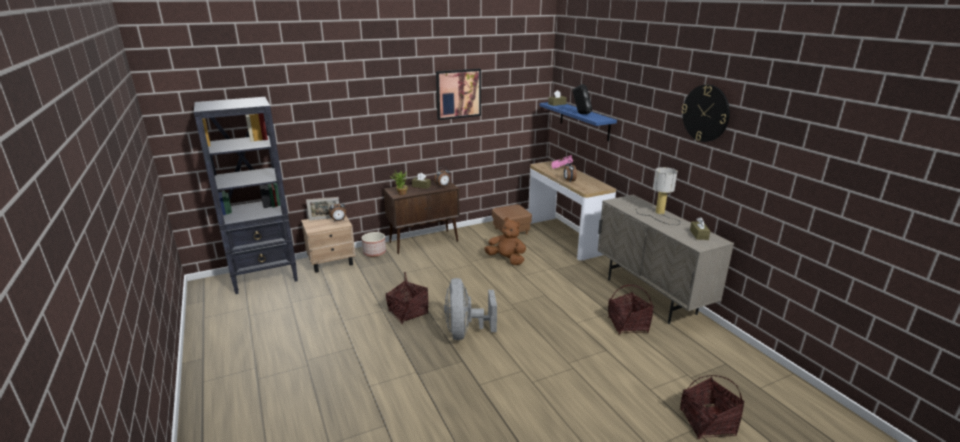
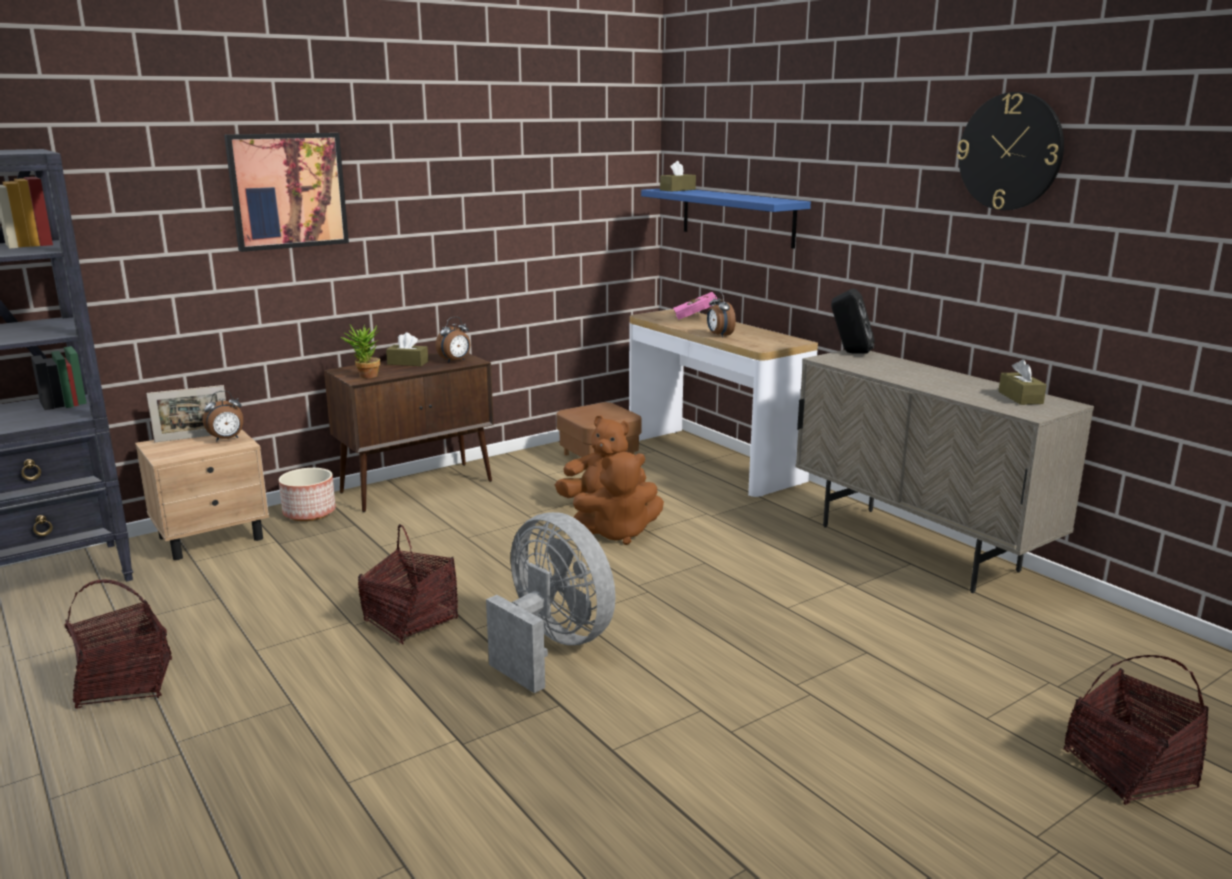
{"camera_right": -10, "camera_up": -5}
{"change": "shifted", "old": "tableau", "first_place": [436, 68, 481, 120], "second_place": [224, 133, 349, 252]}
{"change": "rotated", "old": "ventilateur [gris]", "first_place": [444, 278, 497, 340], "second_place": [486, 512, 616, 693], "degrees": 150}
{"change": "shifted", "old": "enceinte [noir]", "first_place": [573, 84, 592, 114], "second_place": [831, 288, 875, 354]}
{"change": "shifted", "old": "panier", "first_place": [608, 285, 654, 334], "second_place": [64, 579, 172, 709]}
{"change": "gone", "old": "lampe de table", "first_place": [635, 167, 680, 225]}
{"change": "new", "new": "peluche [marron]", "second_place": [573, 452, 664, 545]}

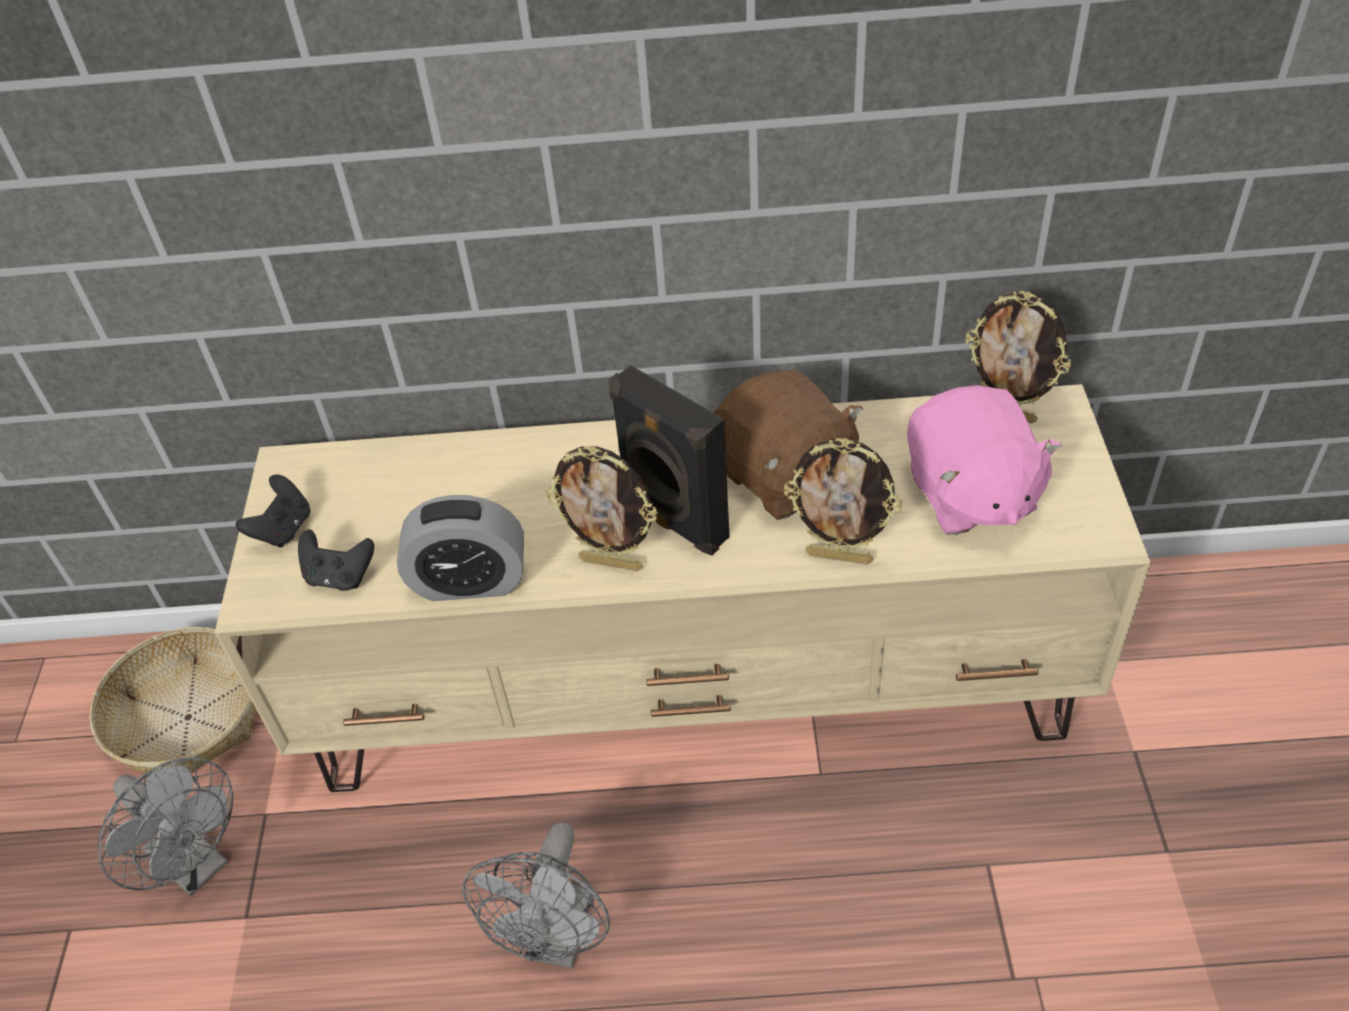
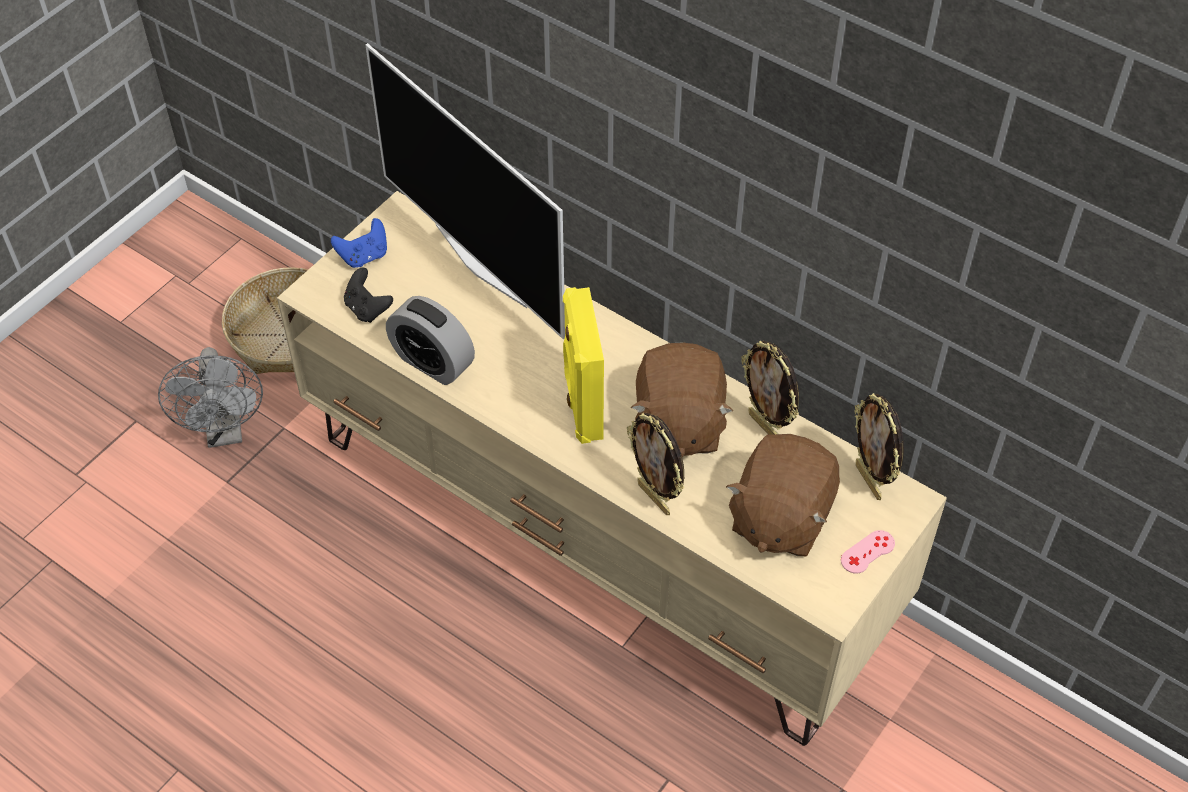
{"camera_right": 35, "camera_up": 5}
{"change": "repainted", "old": "manette [noir]", "new": "manette [bleu]", "first_place": [236, 474, 310, 548], "second_place": [331, 218, 387, 268]}
{"change": "gone", "old": "ventilateur [gris]", "first_place": [462, 822, 610, 968]}
{"change": "shifted", "old": "cadre photo", "first_place": [545, 446, 658, 571], "second_place": [741, 341, 799, 435]}
{"change": "repainted", "old": "enceinte [noir]", "new": "enceinte [jaune]", "first_place": [609, 365, 729, 556], "second_place": [563, 287, 604, 444]}
{"change": "repainted", "old": "peluche [rose]", "new": "peluche [marron]", "first_place": [907, 385, 1062, 535], "second_place": [726, 434, 840, 557]}
{"change": "new", "new": "téléviseur", "second_place": [365, 43, 565, 339]}
{"change": "new", "new": "manette [rose]", "second_place": [841, 530, 895, 574]}

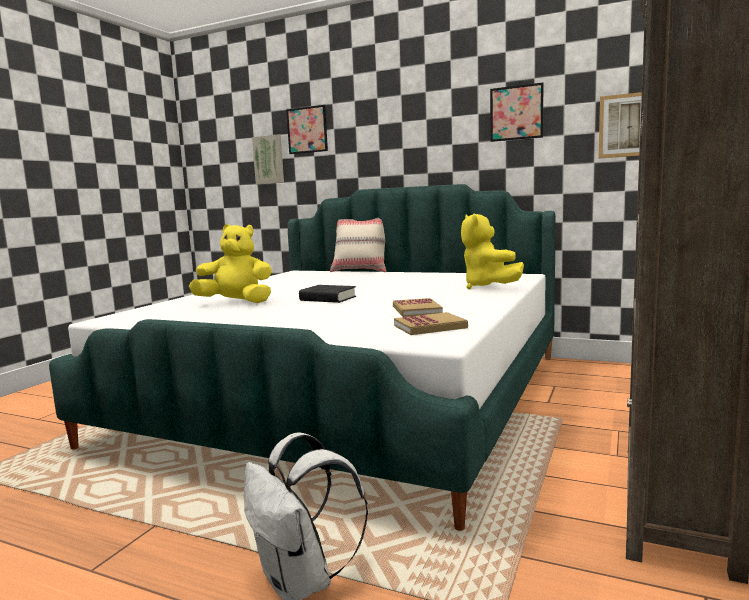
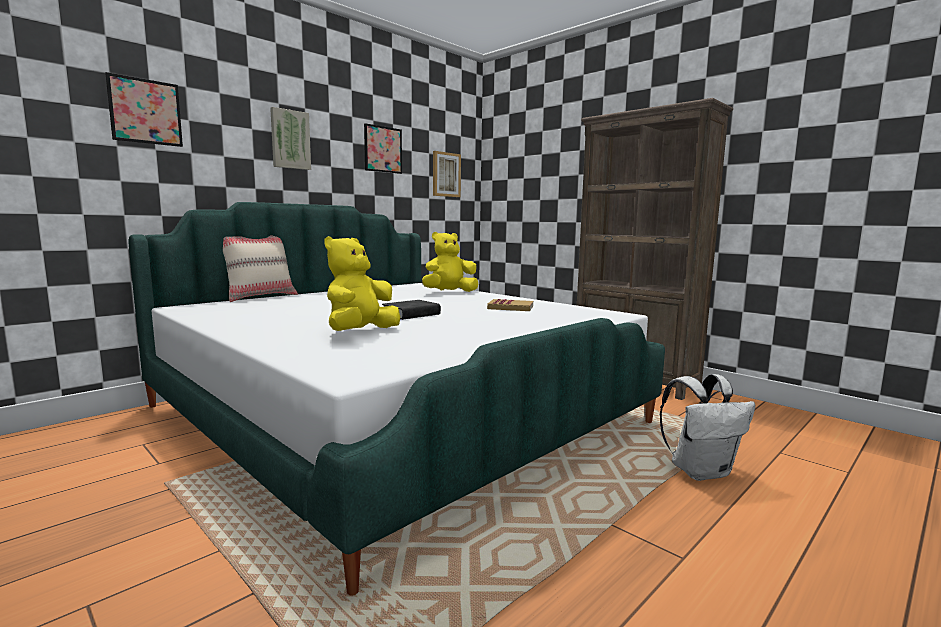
{"camera_right": -70, "camera_up": 0}
{"change": "shifted", "old": "tableau", "first_place": [252, 134, 284, 184], "second_place": [270, 107, 311, 170]}
{"change": "gone", "old": "livre", "first_place": [394, 312, 468, 335]}
{"change": "rotated", "old": "peluche [jaune]", "first_place": [461, 213, 524, 289], "second_place": [422, 232, 478, 292], "degrees": 150}

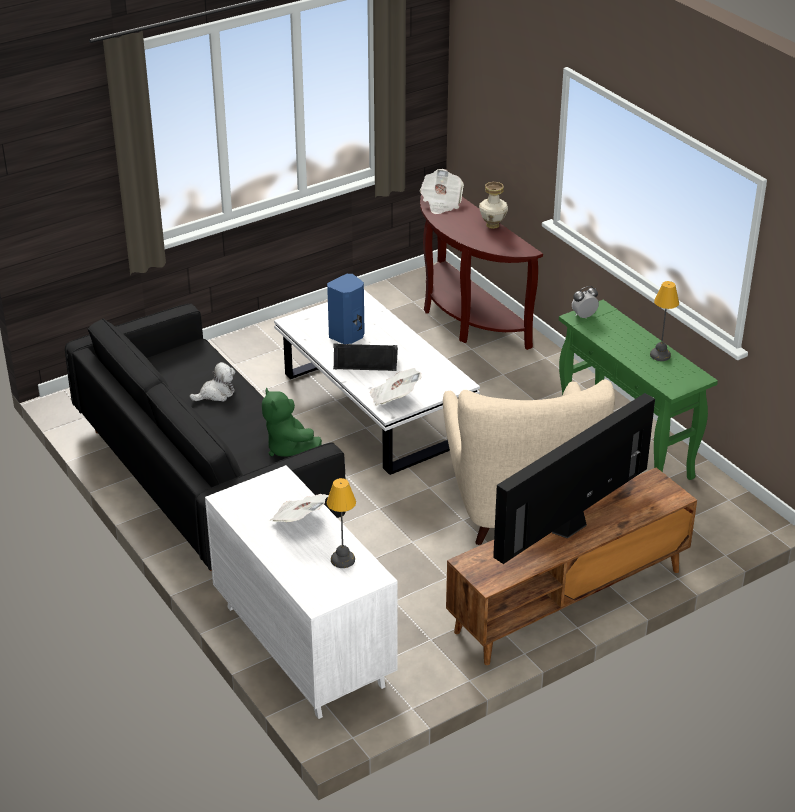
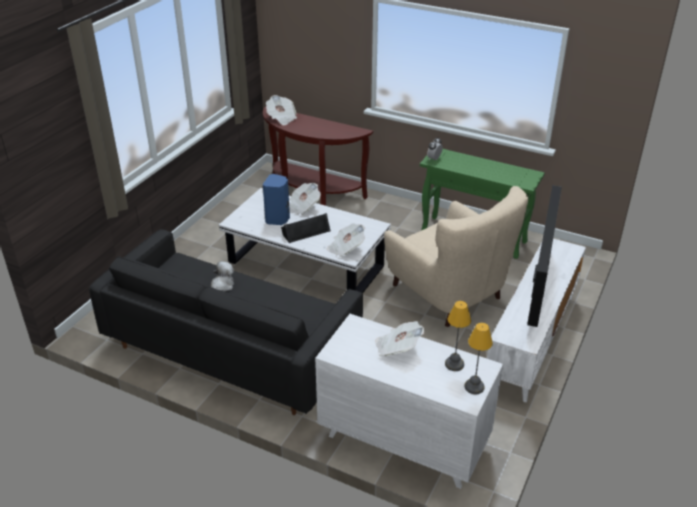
{"camera_right": -30, "camera_up": 0}
{"change": "gone", "old": "peluche [vert]", "first_place": [262, 388, 322, 457]}
{"change": "repainted", "old": "meuble télé [marron]", "new": "meuble télé [blanc]", "first_place": [446, 468, 697, 665], "second_place": [487, 238, 586, 402]}
{"change": "gone", "old": "vase", "first_place": [479, 182, 508, 229]}
{"change": "shifted", "old": "lampe de table", "first_place": [650, 281, 679, 361], "second_place": [464, 323, 493, 394]}
{"change": "new", "new": "journal", "second_place": [289, 183, 321, 215]}

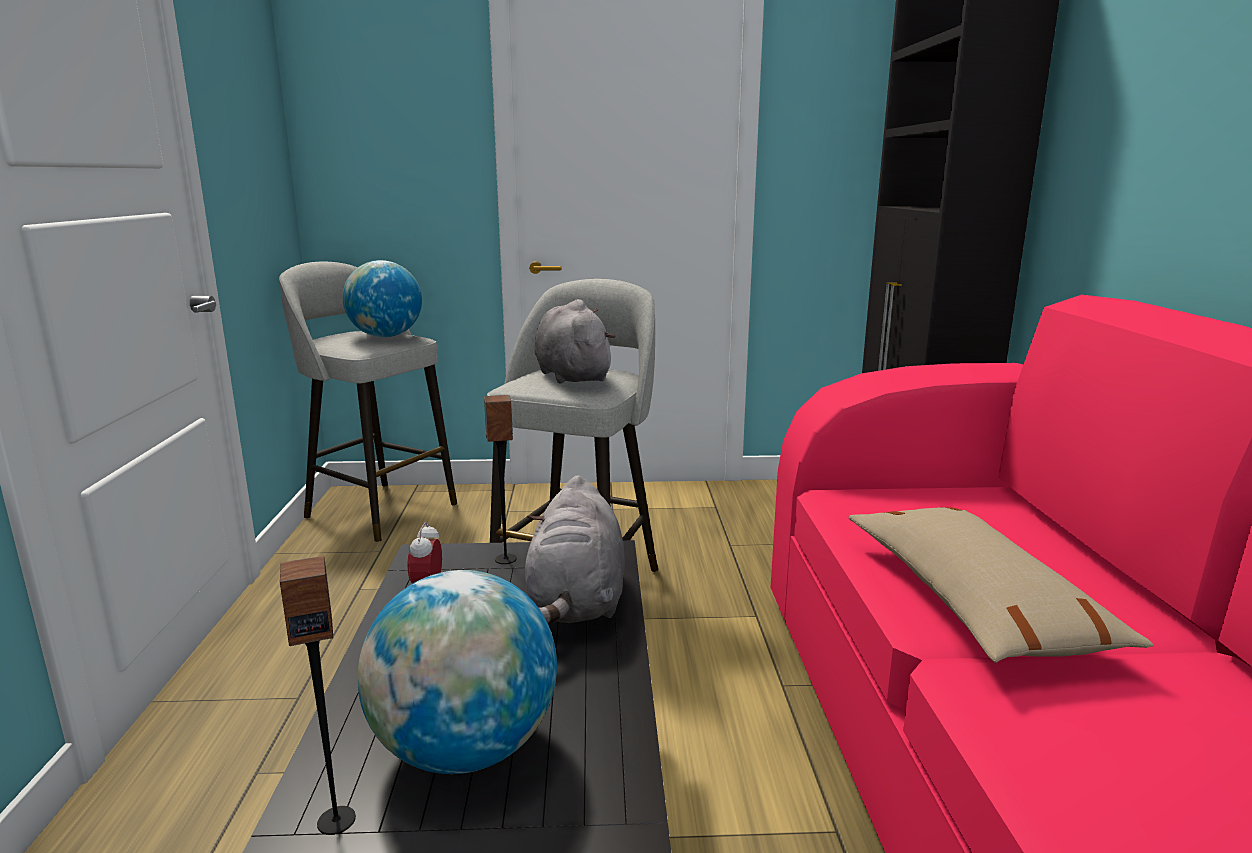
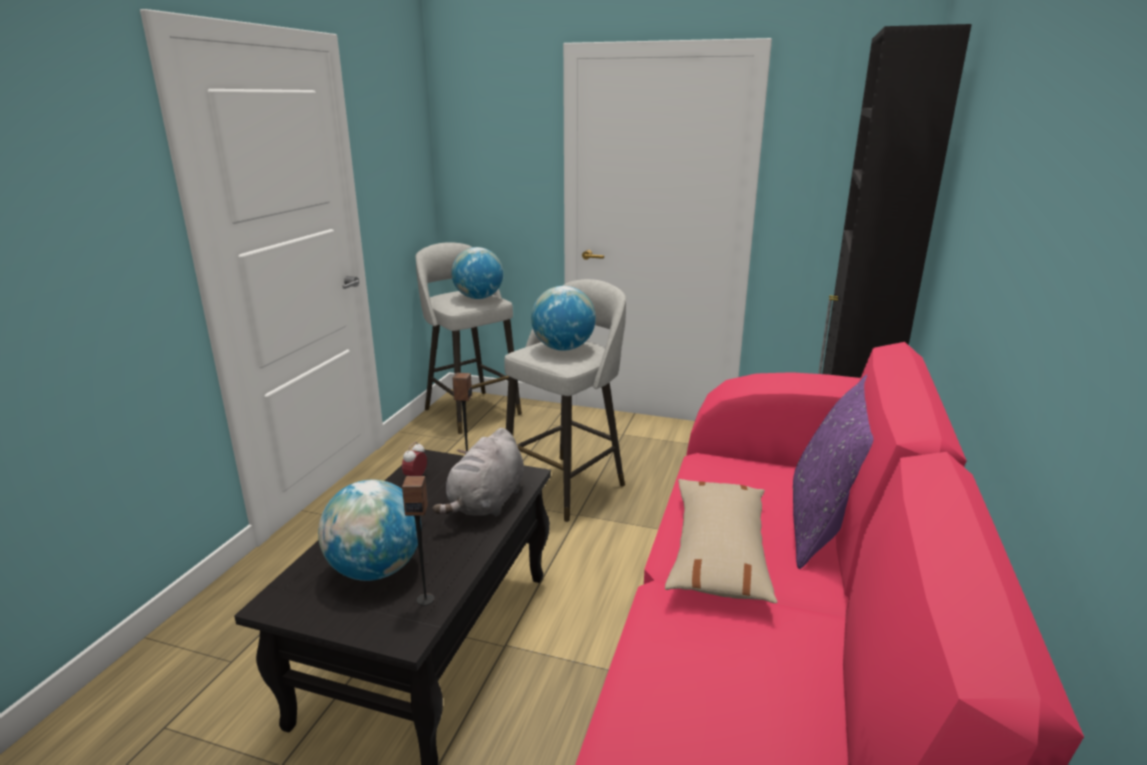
{"camera_right": 20, "camera_up": 5}
{"change": "shifted", "old": "enceinte", "first_place": [280, 556, 356, 835], "second_place": [402, 476, 435, 606]}
{"change": "swapped", "old": "peluche [gris]", "new": "globe", "first_place": [534, 299, 616, 384], "second_place": [531, 286, 596, 351]}
{"change": "new", "new": "coussin [violet]", "second_place": [793, 374, 873, 569]}

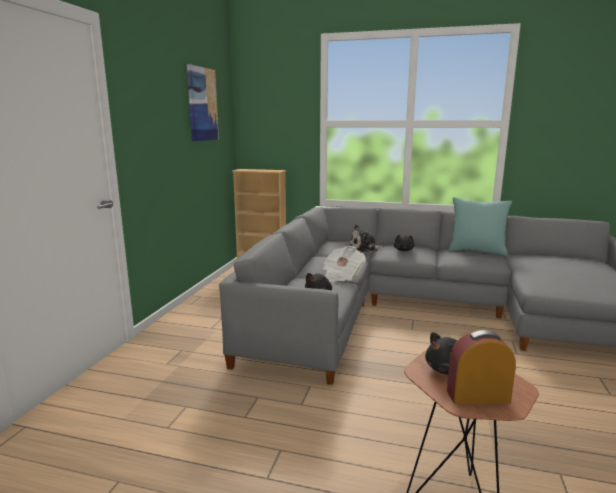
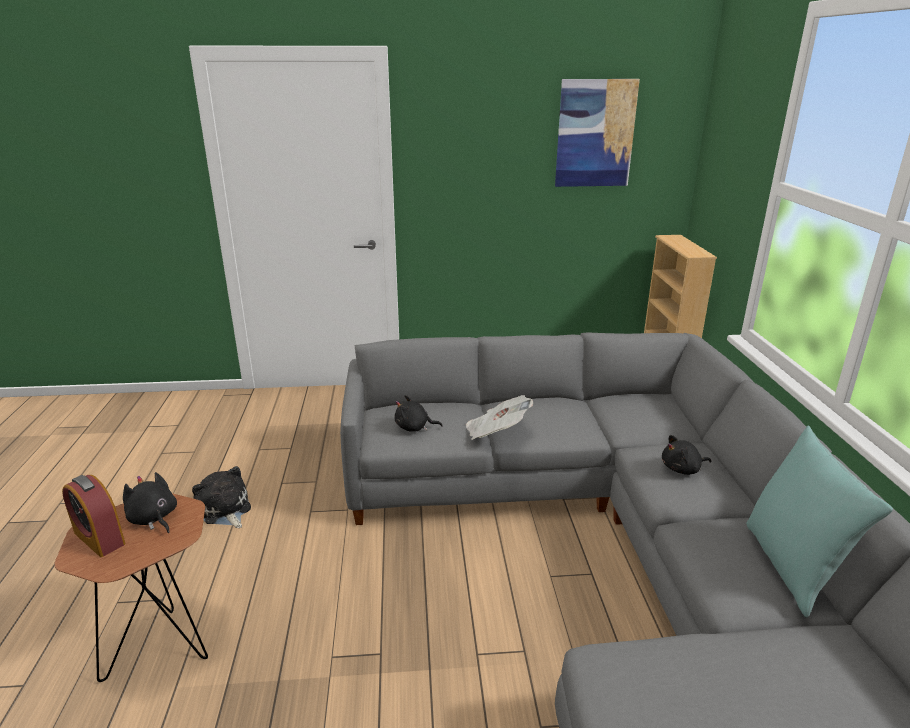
{"camera_right": 70, "camera_up": 10}
{"change": "shifted", "old": "peluche", "first_place": [349, 224, 384, 252], "second_place": [192, 466, 251, 528]}
{"change": "rotated", "old": "réveil", "first_place": [447, 330, 516, 404], "second_place": [62, 475, 125, 557], "degrees": 150}

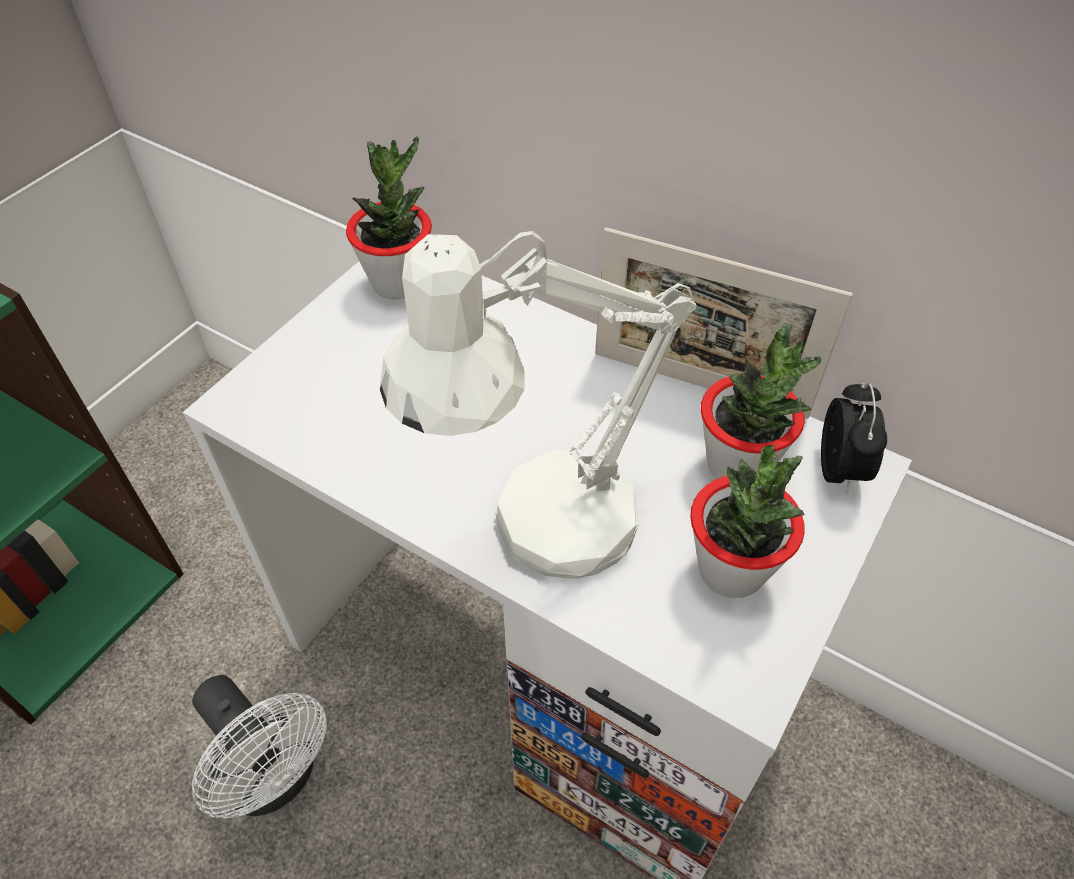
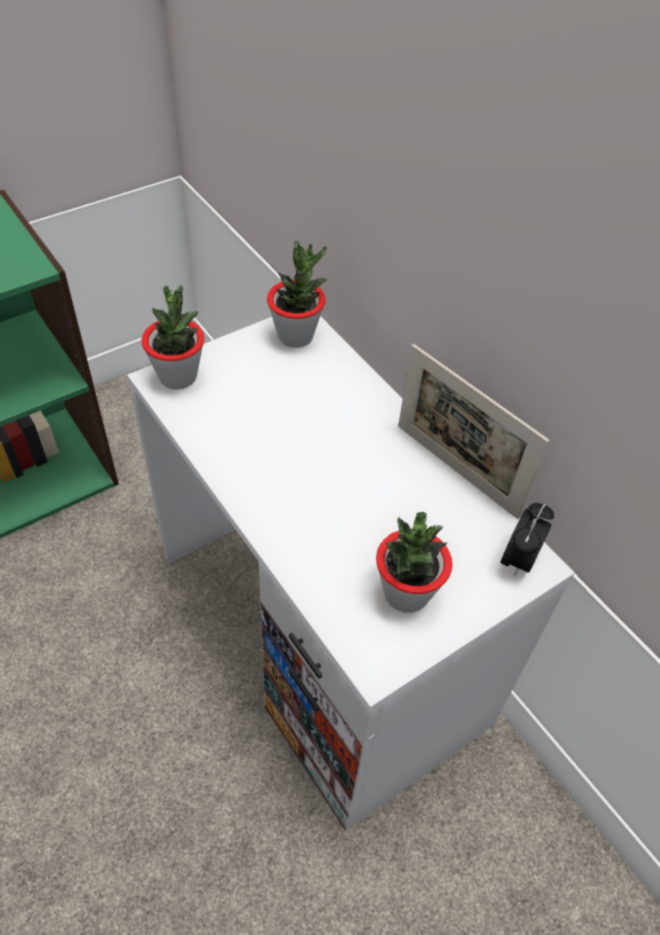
{"camera_right": 20, "camera_up": 0}
{"change": "gone", "old": "ventilateur [blanc]", "first_place": [192, 675, 327, 819]}
{"change": "gone", "old": "lampe de table [blanc]", "first_place": [380, 231, 697, 579]}
{"change": "shifted", "old": "plante en pot", "first_place": [701, 323, 821, 479], "second_place": [141, 285, 204, 389]}

